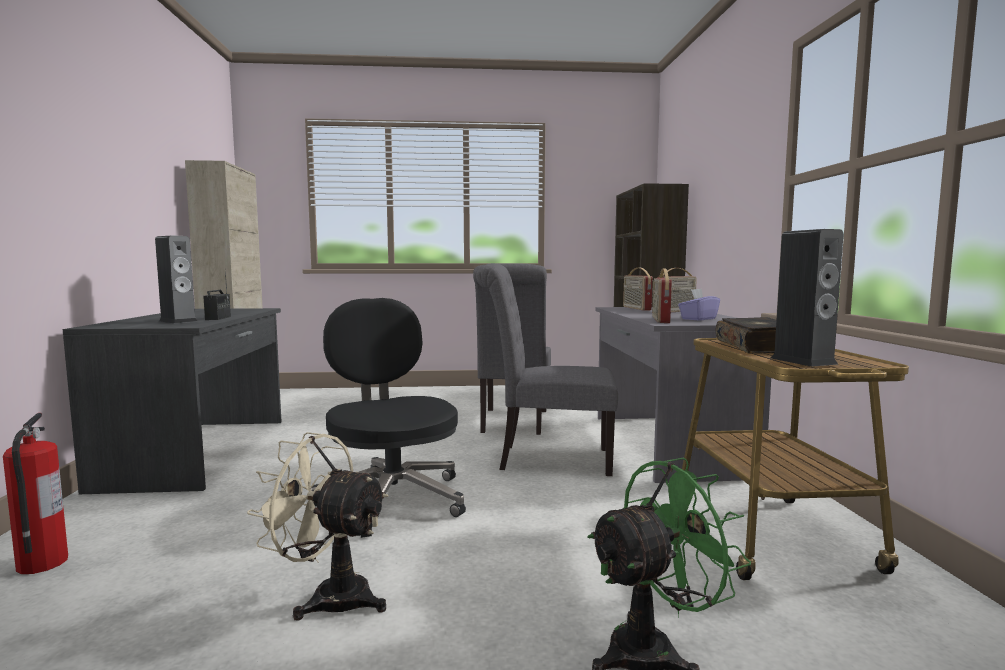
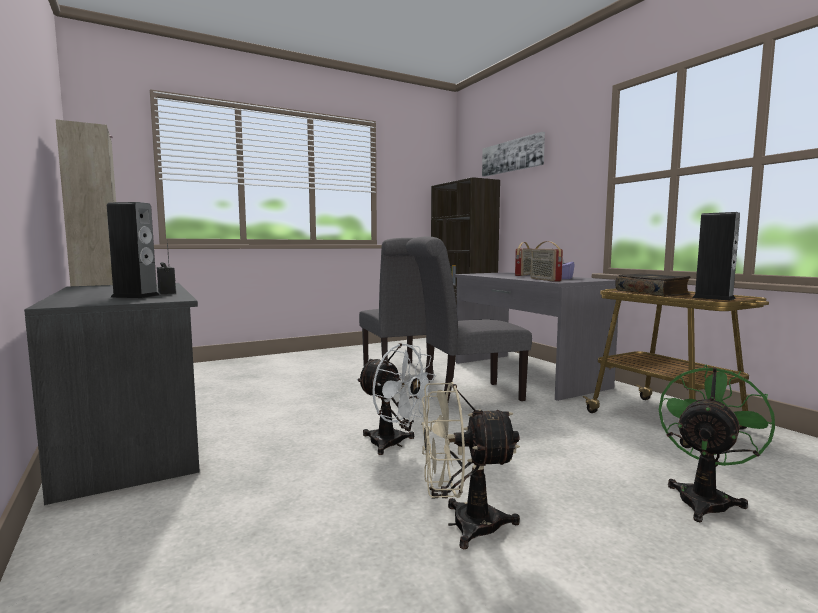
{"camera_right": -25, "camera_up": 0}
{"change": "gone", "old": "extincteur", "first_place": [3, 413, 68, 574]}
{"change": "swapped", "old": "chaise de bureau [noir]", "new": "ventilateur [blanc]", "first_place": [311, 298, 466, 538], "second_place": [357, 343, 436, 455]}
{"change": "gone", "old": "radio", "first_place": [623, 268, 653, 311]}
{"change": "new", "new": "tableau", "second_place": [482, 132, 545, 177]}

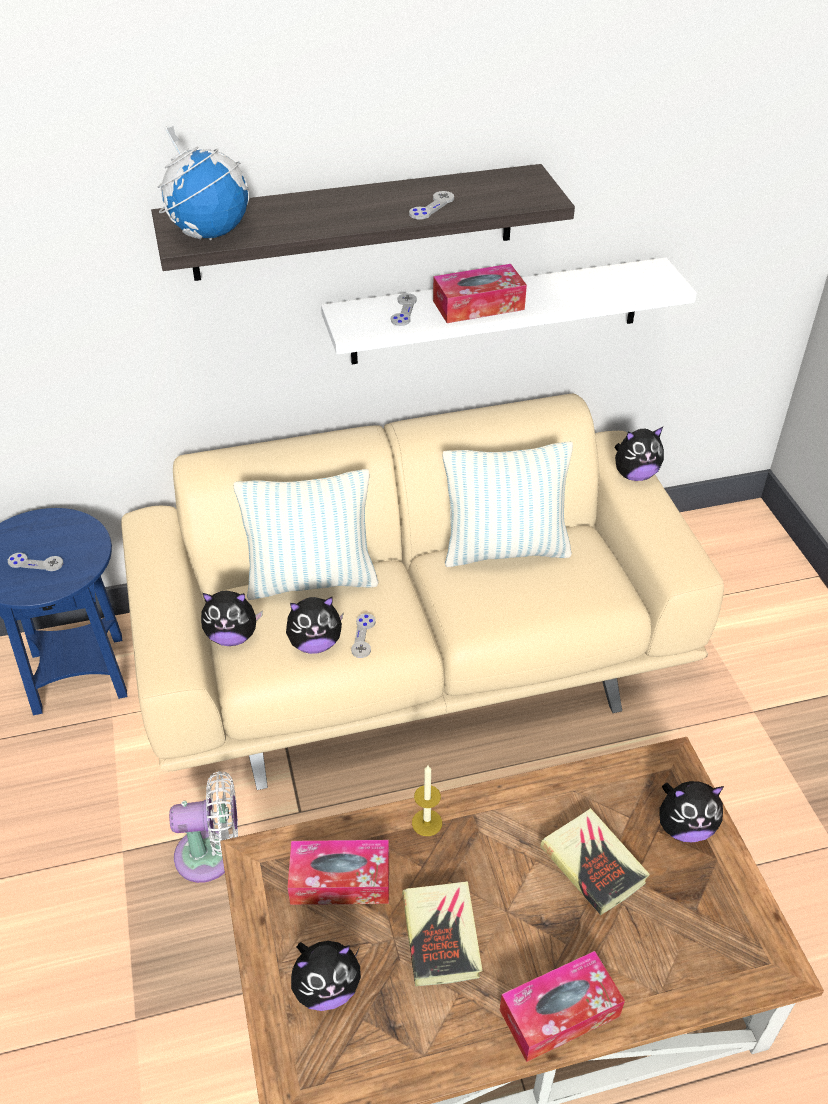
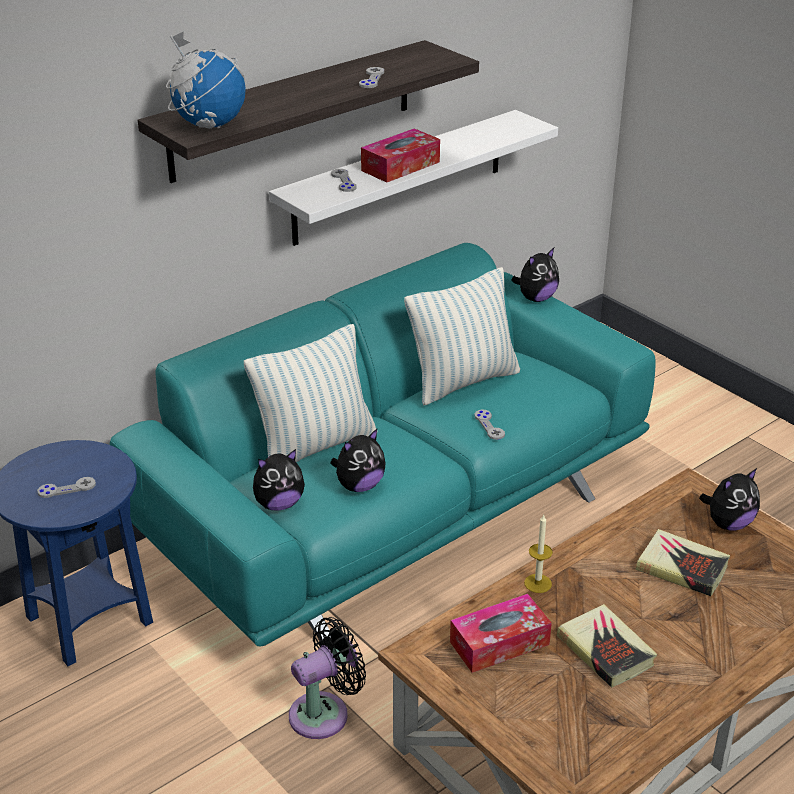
{"camera_right": -25, "camera_up": -10}
{"change": "repainted", "old": "canapé [beige]", "new": "canapé [turquoise]", "first_place": [121, 394, 724, 790], "second_place": [109, 243, 656, 646]}
{"change": "repainted", "old": "ventilateur [blanc]", "new": "ventilateur [noir]", "first_place": [169, 771, 238, 883], "second_place": [289, 617, 366, 739]}
{"change": "gone", "old": "peluche", "first_place": [291, 941, 361, 1011]}
{"change": "shifted", "old": "manette [gris]", "first_place": [351, 613, 376, 658], "second_place": [474, 410, 505, 440]}
{"change": "gone", "old": "boîte à mouchoirs", "first_place": [500, 951, 625, 1062]}

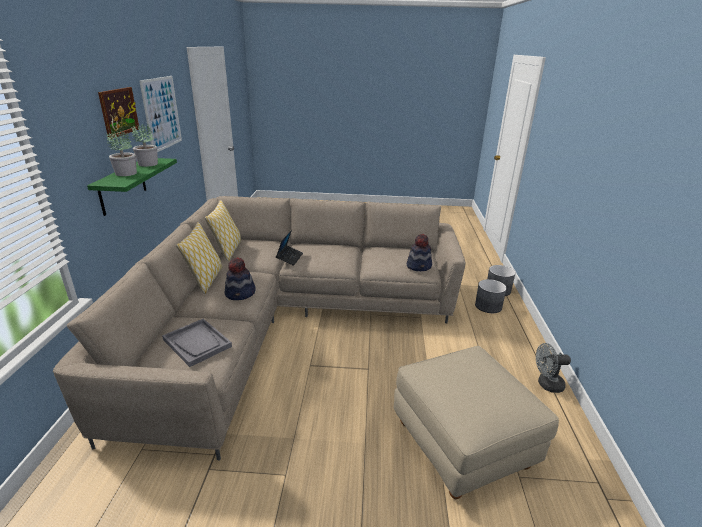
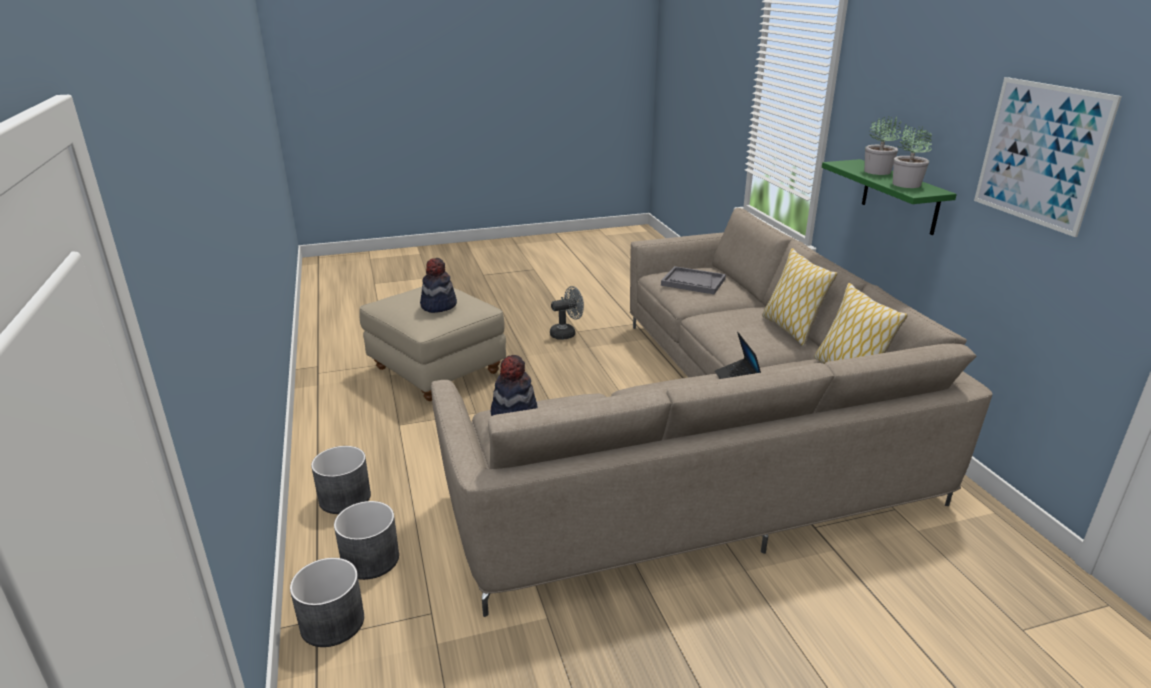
{"camera_right": 160, "camera_up": 0}
{"change": "gone", "old": "tableau", "first_place": [98, 87, 139, 139]}
{"change": "shifted", "old": "chapeau", "first_place": [225, 257, 255, 300], "second_place": [420, 258, 457, 313]}
{"change": "shifted", "old": "ventilateur [gris]", "first_place": [536, 343, 571, 393], "second_place": [550, 286, 584, 340]}
{"change": "new", "new": "cache-pot [gris]", "second_place": [311, 446, 371, 514]}

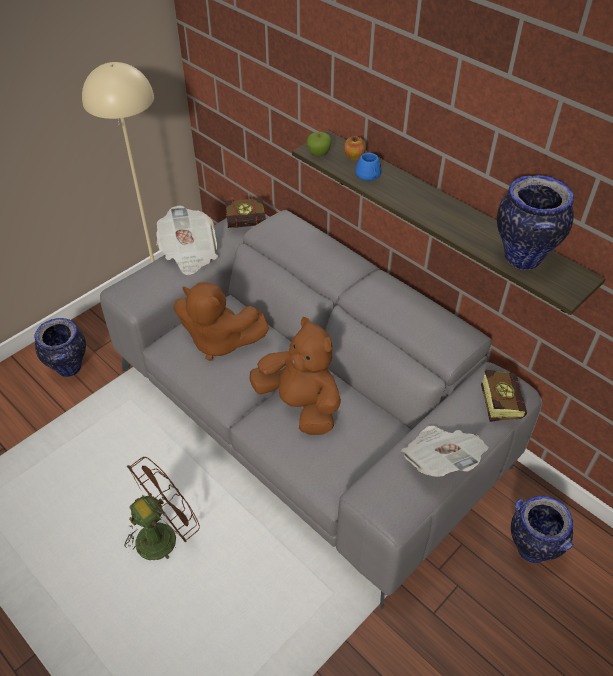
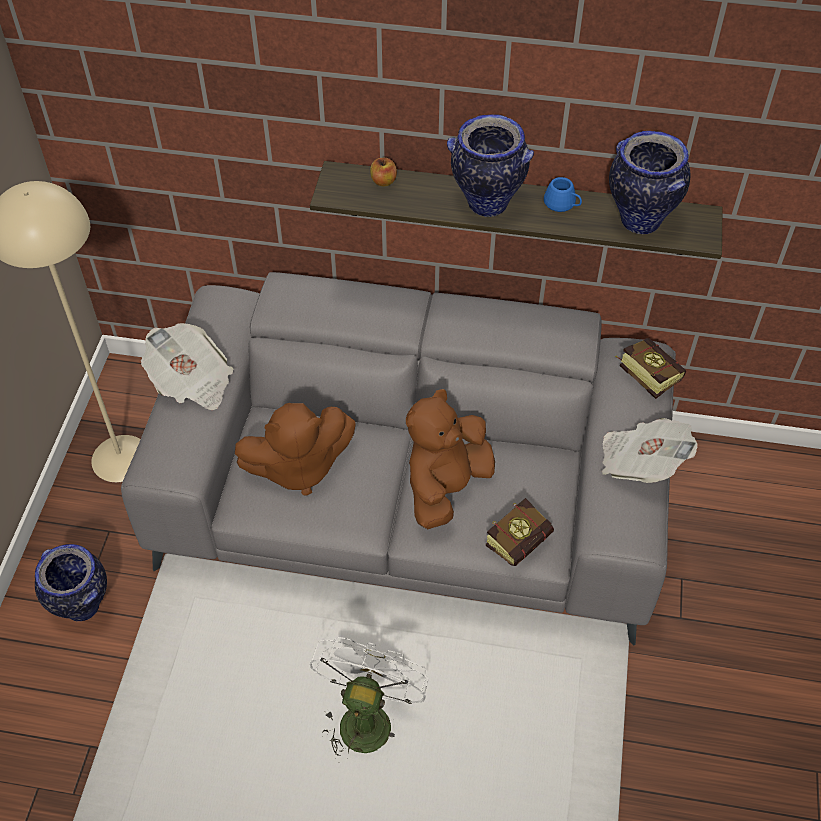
{"camera_right": -35, "camera_up": 5}
{"change": "repainted", "old": "ventilateur [marron]", "new": "ventilateur [blanc]", "first_place": [124, 457, 200, 560], "second_place": [310, 637, 428, 760]}
{"change": "shifted", "old": "livre", "first_place": [225, 197, 265, 228], "second_place": [486, 498, 554, 566]}
{"change": "rotated", "old": "peluche [marron]", "first_place": [250, 317, 341, 435], "second_place": [406, 389, 495, 529], "degrees": -60}
{"change": "gone", "old": "pomme", "first_place": [306, 132, 332, 156]}
{"change": "shifted", "old": "mug [bleu]", "first_place": [355, 153, 381, 181], "second_place": [544, 177, 582, 212]}
{"change": "shifted", "old": "vase", "first_place": [511, 496, 573, 563], "second_place": [447, 115, 534, 217]}

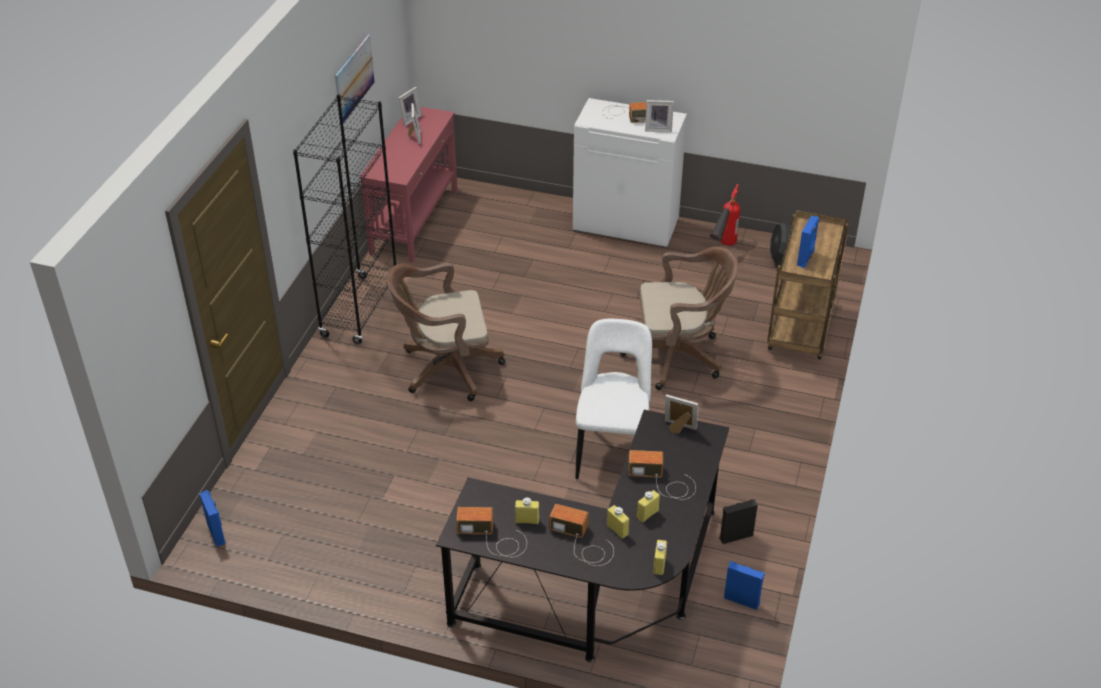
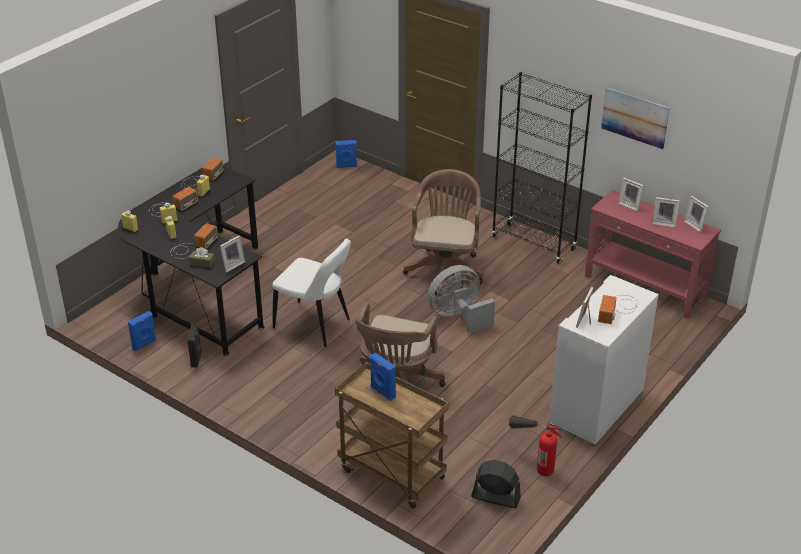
{"camera_right": 110, "camera_up": -5}
{"change": "new", "new": "boîte à mouchoirs [marron]", "second_place": [189, 247, 215, 268]}
{"change": "new", "new": "ventilateur [gris]", "second_place": [427, 265, 495, 333]}
{"change": "new", "new": "cadre photo", "second_place": [618, 178, 644, 211]}

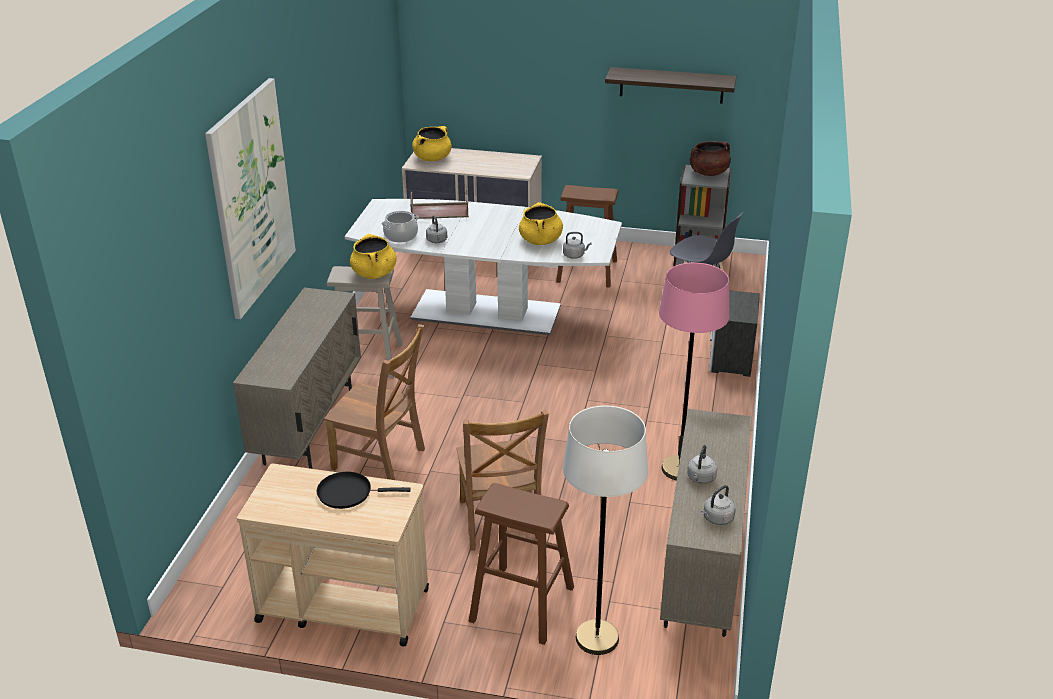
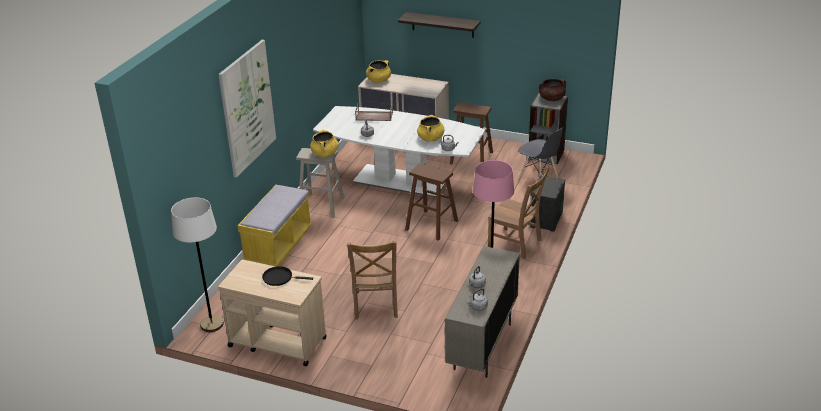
{"camera_right": 10, "camera_up": 0}
{"change": "swapped", "old": "meuble de rangement [beige]", "new": "banc [jaune]", "first_place": [233, 288, 361, 469], "second_place": [237, 185, 312, 267]}
{"change": "shifted", "old": "chaise [marron]", "first_place": [324, 324, 425, 480], "second_place": [488, 166, 550, 259]}
{"change": "gone", "old": "marmite", "first_place": [382, 211, 418, 243]}
{"change": "shifted", "old": "tabouret [marron]", "first_place": [469, 483, 574, 645], "second_place": [405, 163, 458, 241]}
{"change": "shifted", "old": "lampadaire [blanc]", "first_place": [563, 406, 648, 655], "second_place": [171, 198, 224, 332]}
{"change": "shifted", "old": "étagère", "first_place": [605, 67, 736, 104], "second_place": [398, 12, 481, 38]}

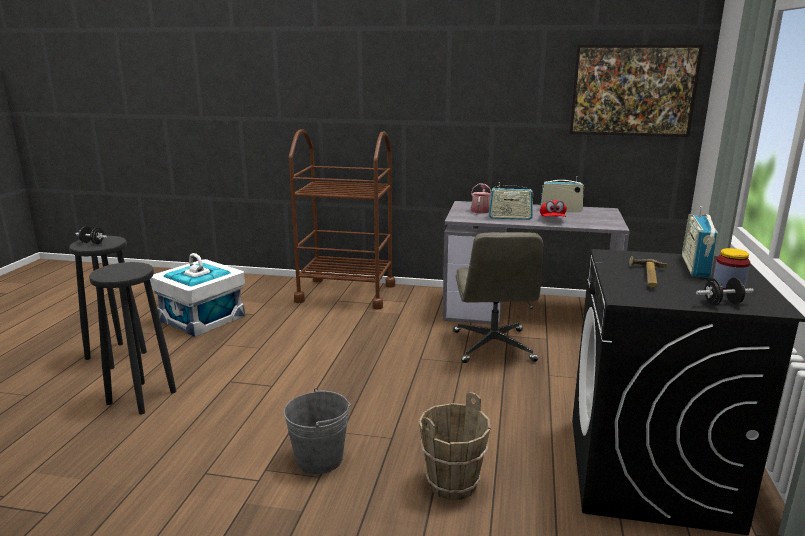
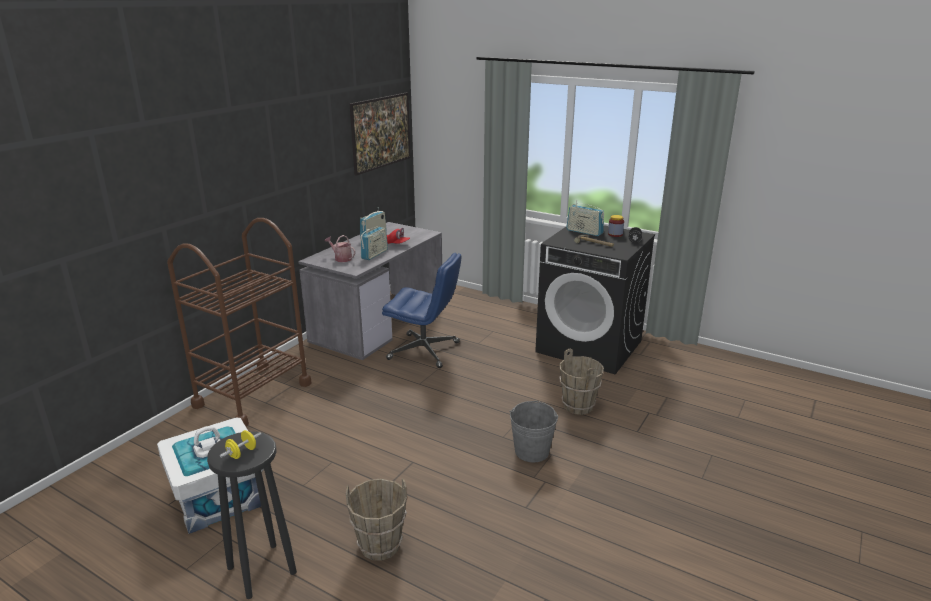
{"camera_right": -70, "camera_up": 5}
{"change": "repainted", "old": "haltère [noir]", "new": "haltère [jaune]", "first_place": [76, 226, 107, 244], "second_place": [220, 430, 261, 459]}
{"change": "swapped", "old": "tabouret [noir]", "new": "seau [marron]", "first_place": [89, 262, 176, 414], "second_place": [346, 478, 407, 561]}
{"change": "repainted", "old": "chaise de bureau [gris]", "new": "chaise de bureau [bleu]", "first_place": [453, 232, 543, 363], "second_place": [382, 253, 462, 368]}

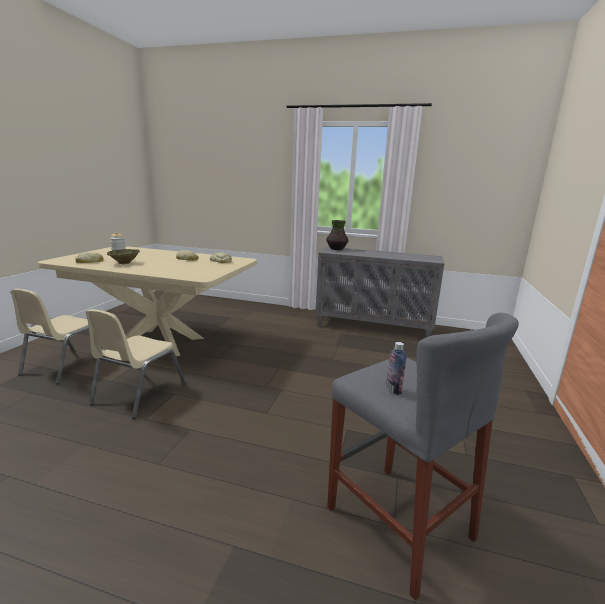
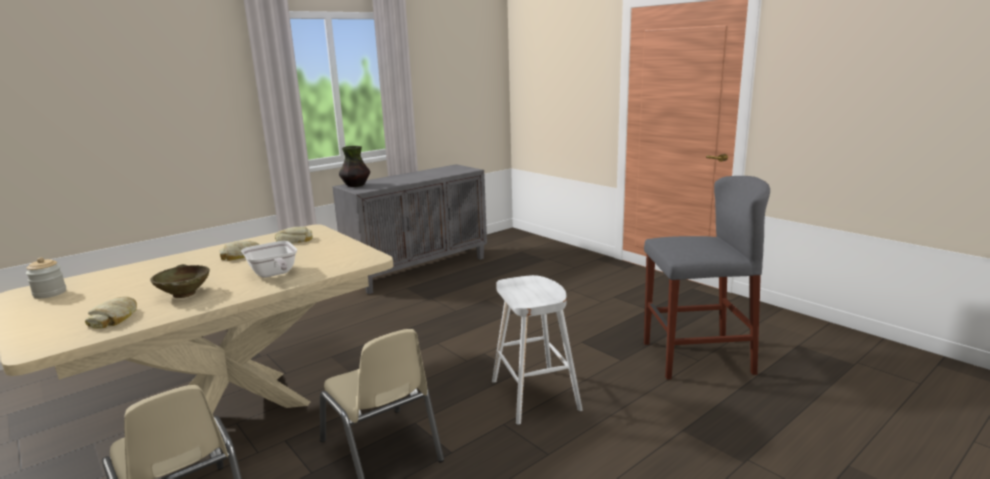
{"camera_right": -55, "camera_up": 0}
{"change": "gone", "old": "bouteille", "first_place": [386, 342, 406, 395]}
{"change": "new", "new": "poêle", "second_place": [241, 241, 297, 278]}
{"change": "new", "new": "tabouret [blanc]", "second_place": [492, 275, 583, 425]}

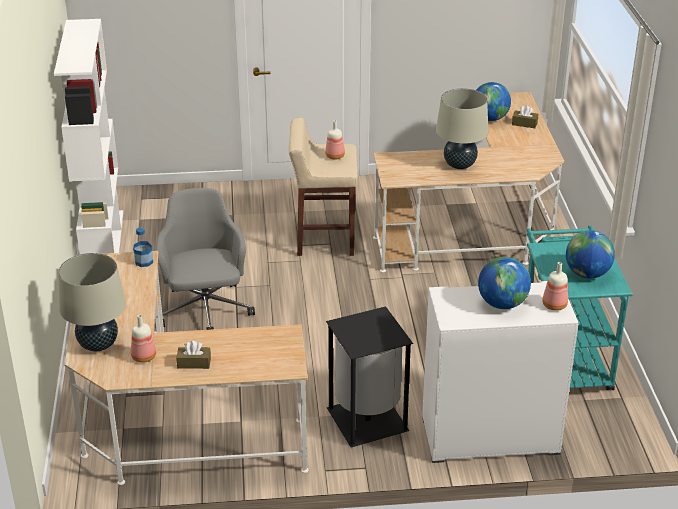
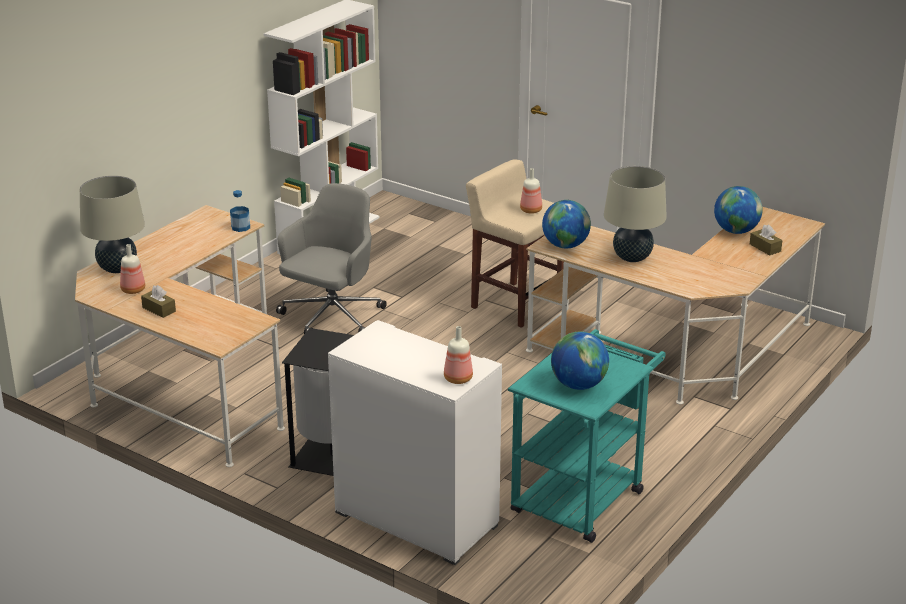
{"camera_right": 40, "camera_up": -5}
{"change": "shifted", "old": "globe", "first_place": [478, 257, 531, 309], "second_place": [542, 200, 591, 248]}

